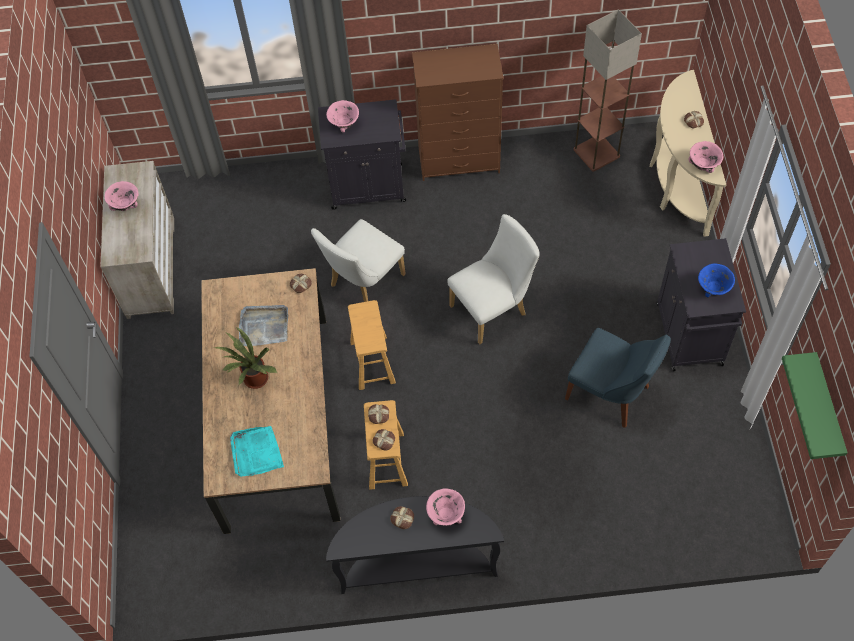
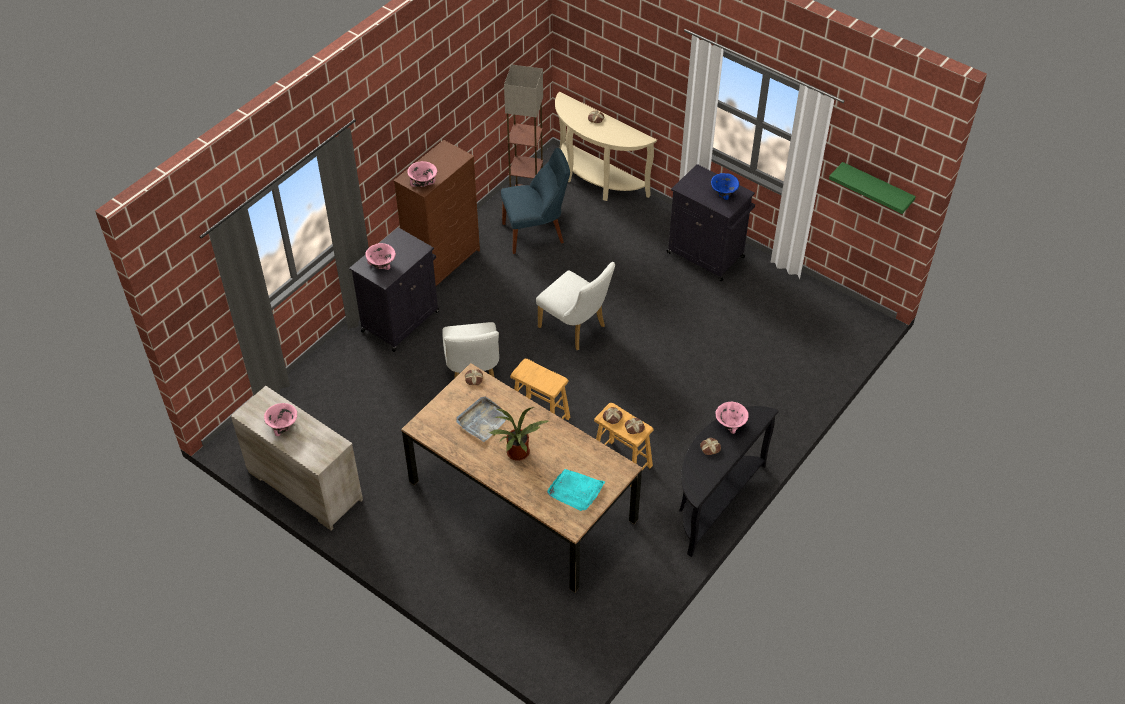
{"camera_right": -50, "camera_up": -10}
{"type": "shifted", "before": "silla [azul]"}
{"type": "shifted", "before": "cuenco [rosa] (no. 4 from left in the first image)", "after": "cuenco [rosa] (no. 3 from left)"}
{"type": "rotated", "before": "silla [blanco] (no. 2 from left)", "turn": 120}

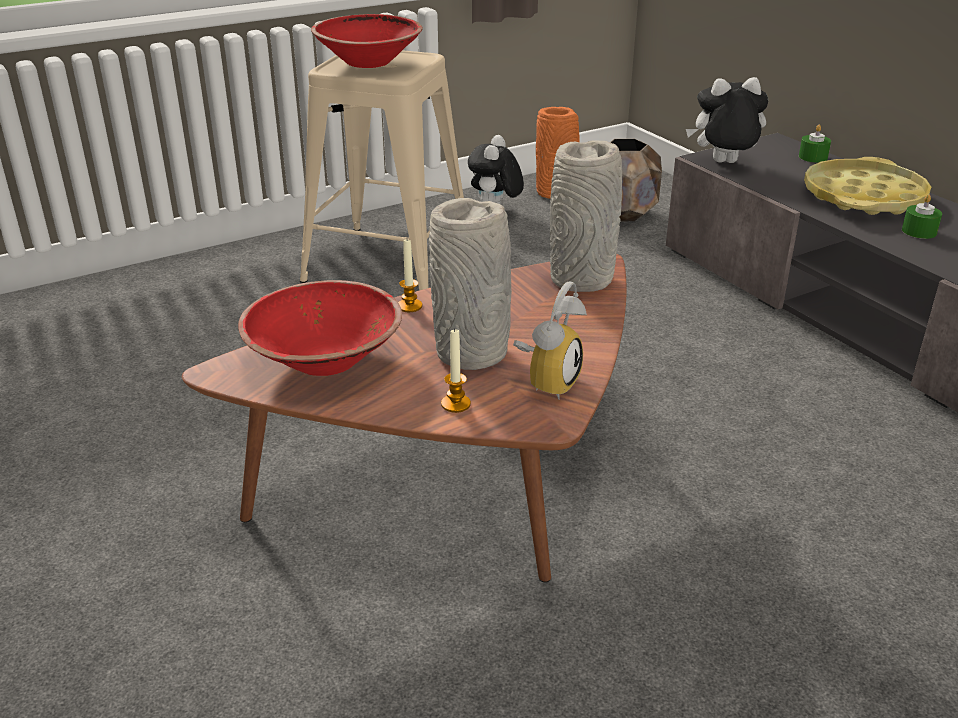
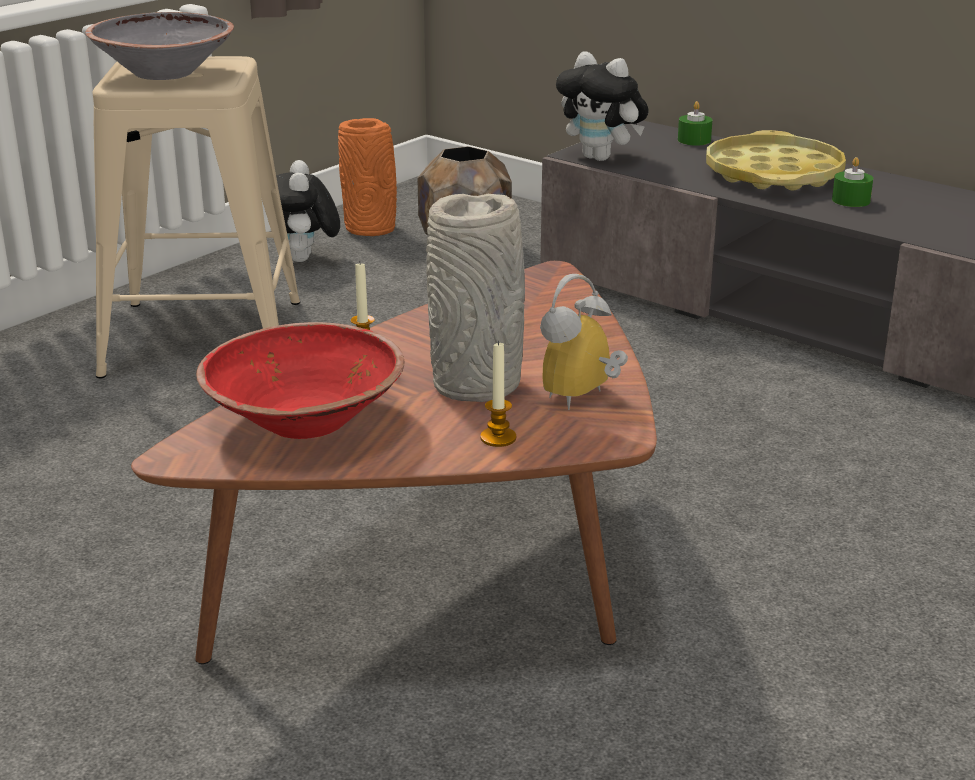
{"camera_right": -20, "camera_up": -5}
{"type": "gone", "before": "florero [gris] (no. 2 from left)"}
{"type": "repainted", "before": "cuenco [rojo] (no. 2 from left)", "after": "cuenco [gris]"}
{"type": "rotated", "before": "despertador", "turn": -150}
{"type": "rotated", "before": "peluche (no. 2 from left)", "turn": -120}

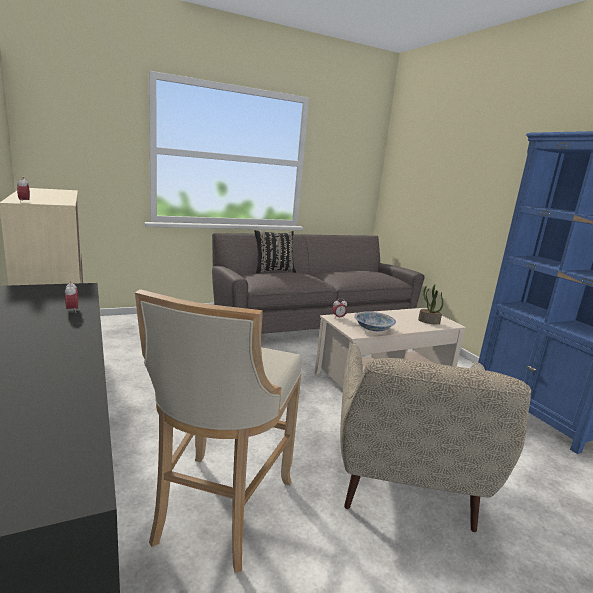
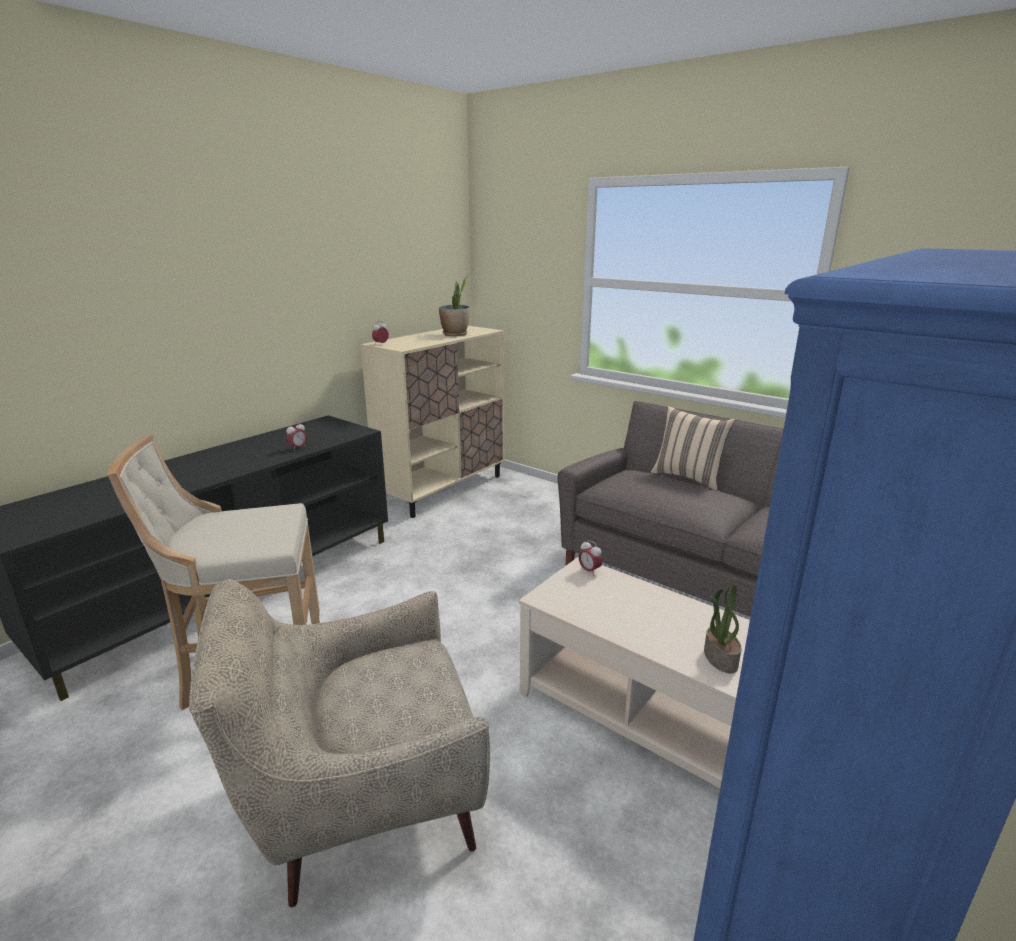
{"camera_right": 65, "camera_up": 5}
{"type": "gone", "before": "cuenco"}
{"type": "new", "after": "planta en maceta (no. 1 from left)"}
{"type": "repainted", "before": "cojín [negro]", "after": "cojín [beis]"}

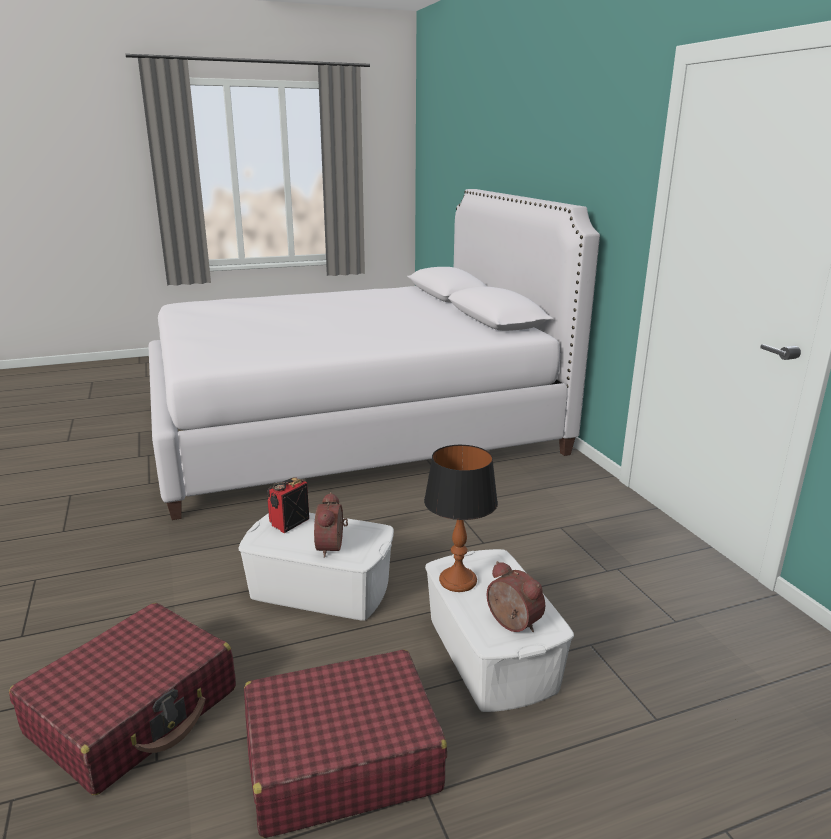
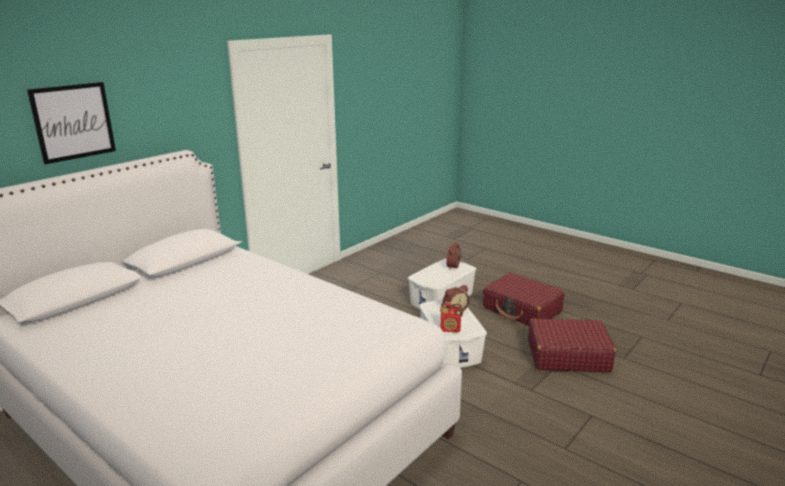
{"camera_right": -120, "camera_up": 0}
{"type": "gone", "before": "lámpara de mesa"}
{"type": "new", "after": "cuadro"}

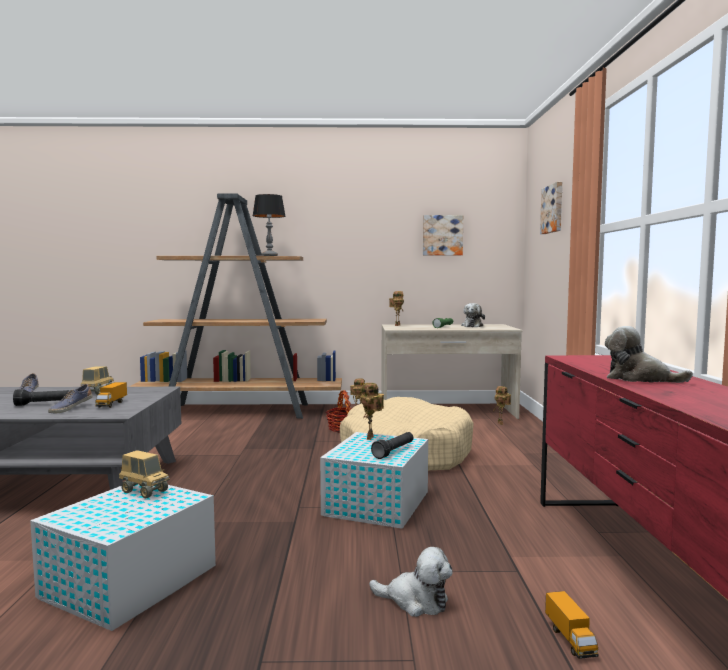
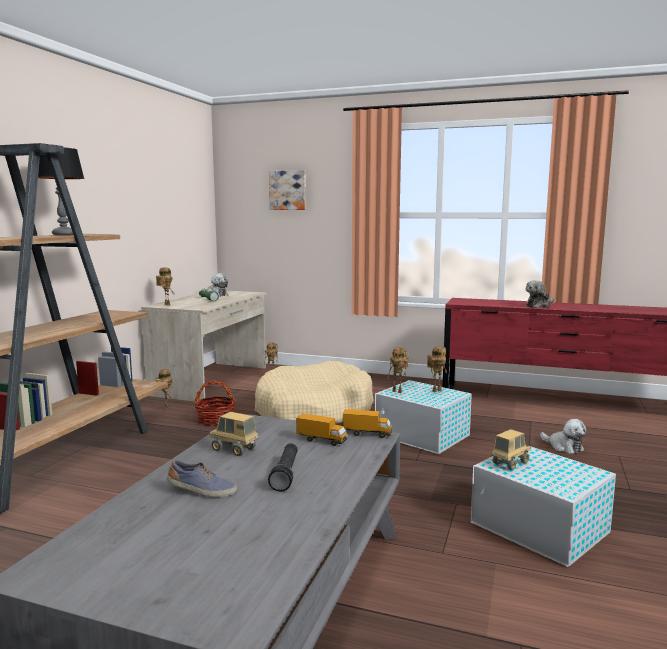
{"camera_right": -70, "camera_up": 5}
{"type": "gone", "before": "zapato (no. 2 from left)"}
{"type": "gone", "before": "cuadro (no. 1 from left)"}
{"type": "shifted", "before": "camión de juguete (no. 4 from left in the first image)", "after": "camión de juguete (no. 3 from left)"}
{"type": "swapped", "before": "linterna [negro] (no. 2 from left)", "after": "robot de juguete (no. 5 from left)"}
{"type": "rotated", "before": "peluche (no. 1 from left in the first image)", "turn": 105}

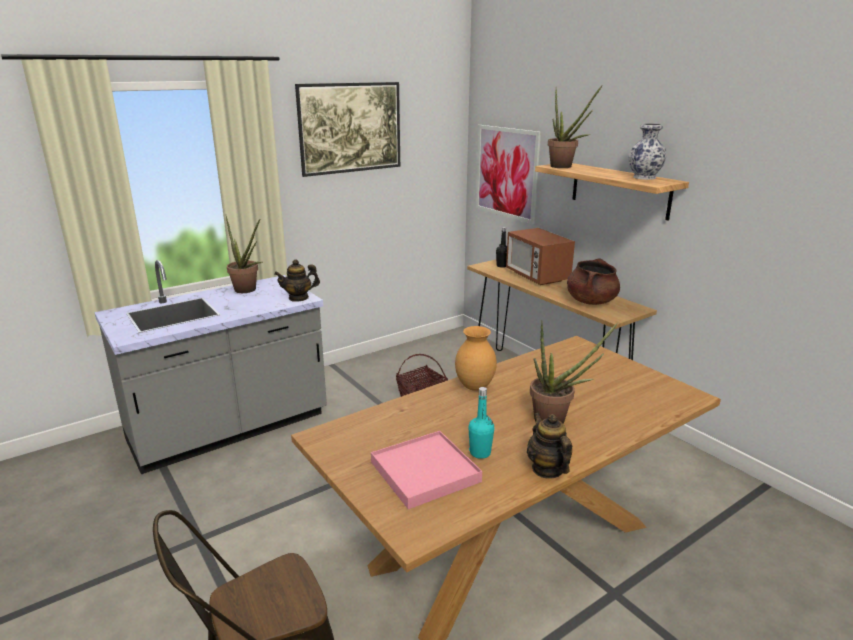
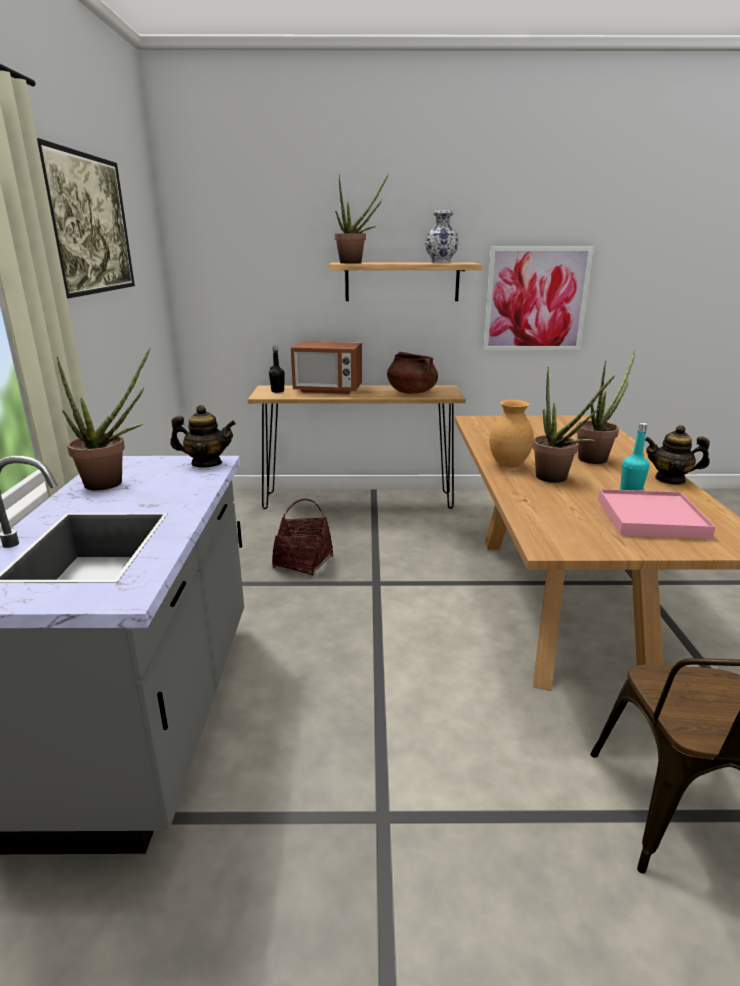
{"camera_right": -55, "camera_up": 0}
{"type": "new", "after": "planta en maceta (no. 3 from left)"}
{"type": "shifted", "before": "cuadro (no. 2 from left)"}
{"type": "rotated", "before": "tetera (no. 1 from left)", "turn": -105}

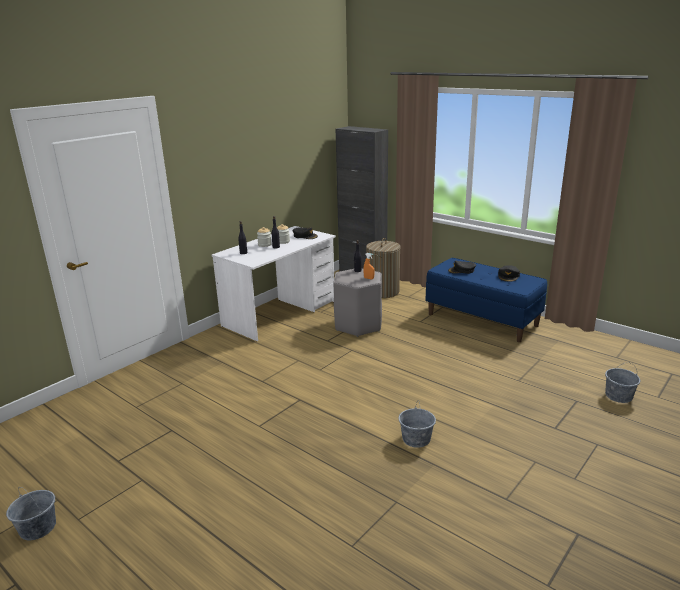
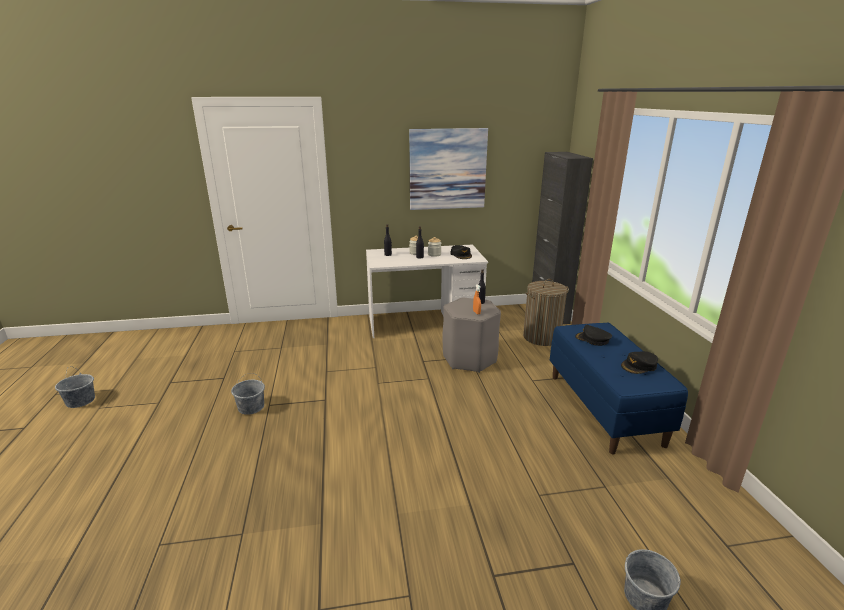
{"camera_right": 40, "camera_up": 0}
{"type": "new", "after": "cuadro"}
{"type": "shifted", "before": "cubo [gris] (no. 2 from left)"}

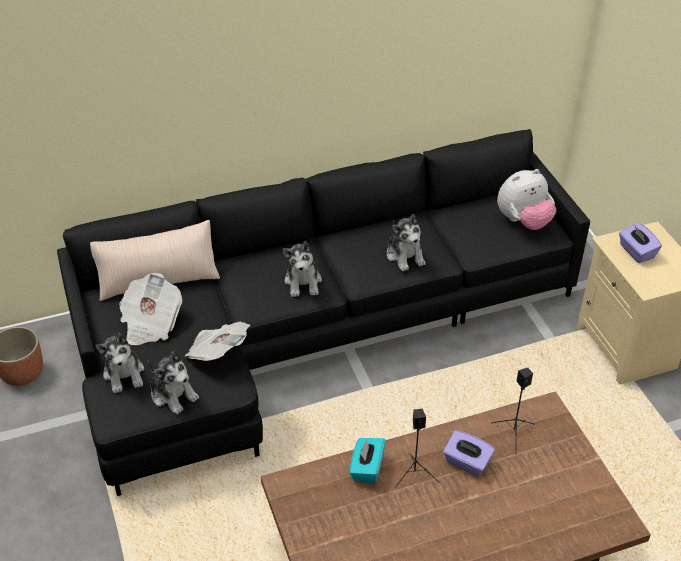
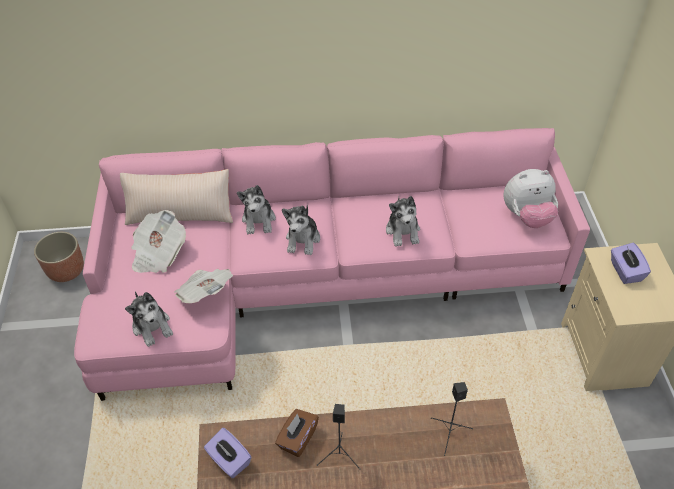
{"camera_right": 15, "camera_up": 5}
{"type": "shifted", "before": "peluche (no. 1 from left in the first image)", "after": "peluche (no. 2 from left)"}
{"type": "shifted", "before": "caja de pañuelos [morado] (no. 1 from left)"}
{"type": "repainted", "before": "sofá [negro]", "after": "sofá [rosa]"}
{"type": "repainted", "before": "caja de pañuelos [turquesa]", "after": "caja de pañuelos [marrón]"}

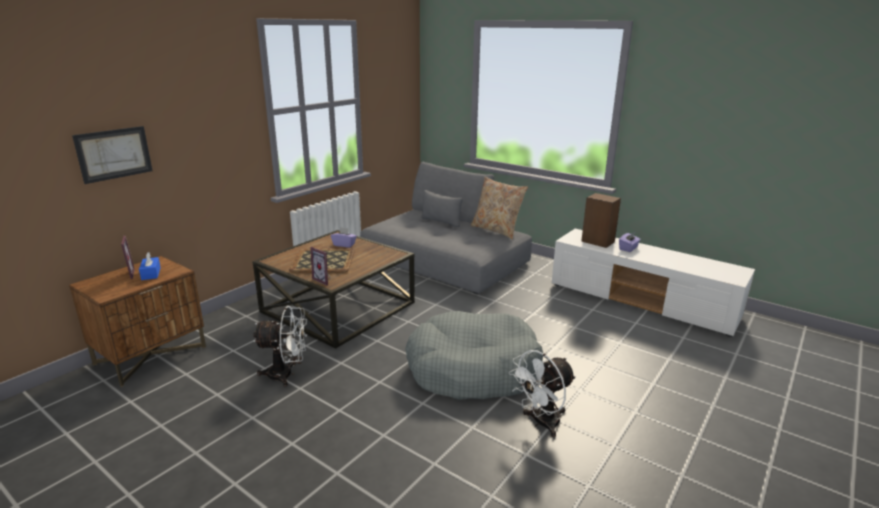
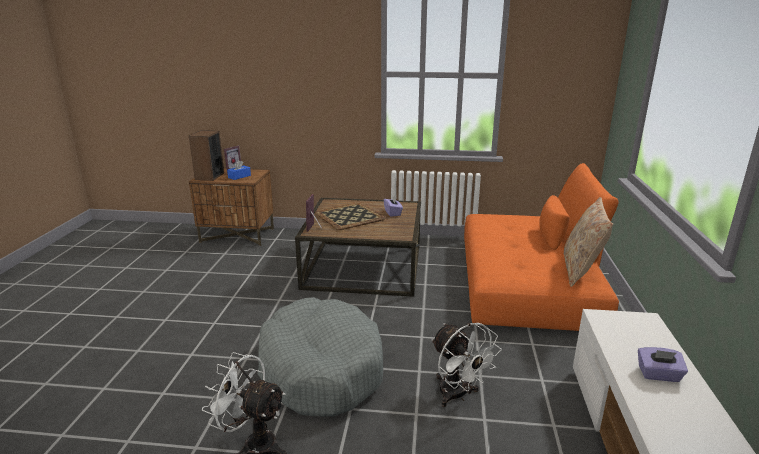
{"camera_right": 60, "camera_up": 0}
{"type": "gone", "before": "cuadro"}
{"type": "shifted", "before": "ventilador [blanco] (no. 1 from left in the first image)", "after": "ventilador [blanco] (no. 2 from left)"}
{"type": "shifted", "before": "altavoz"}
{"type": "repainted", "before": "sofá [gris]", "after": "sofá [naranja]"}

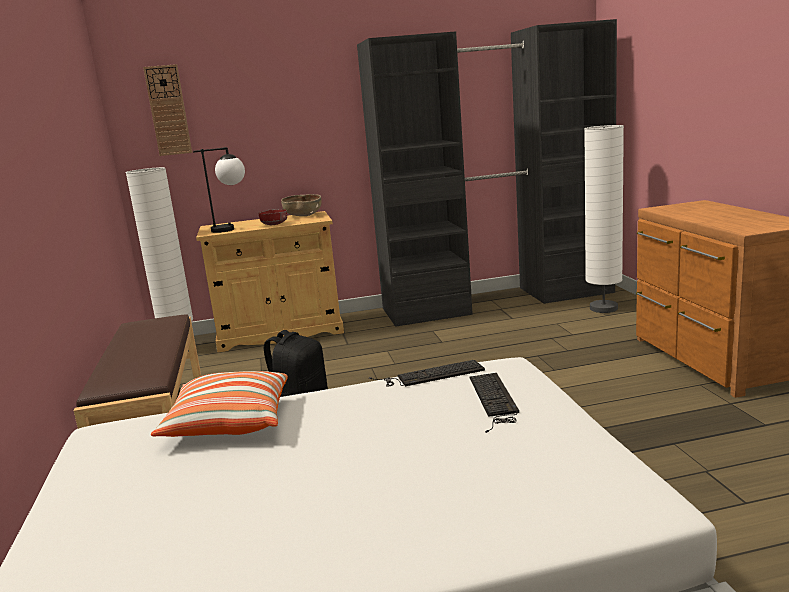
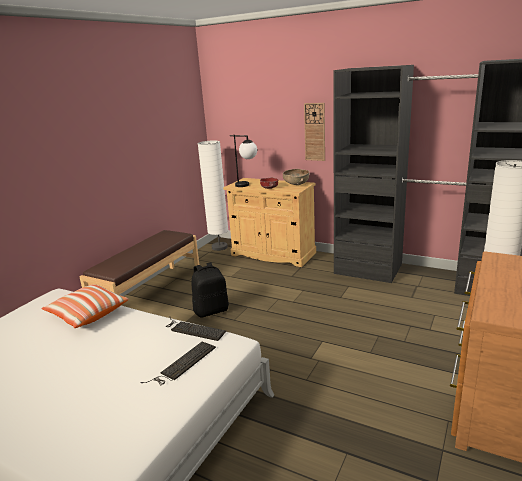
{"camera_right": 40, "camera_up": 5}
{"type": "shifted", "before": "reloj de pared"}

